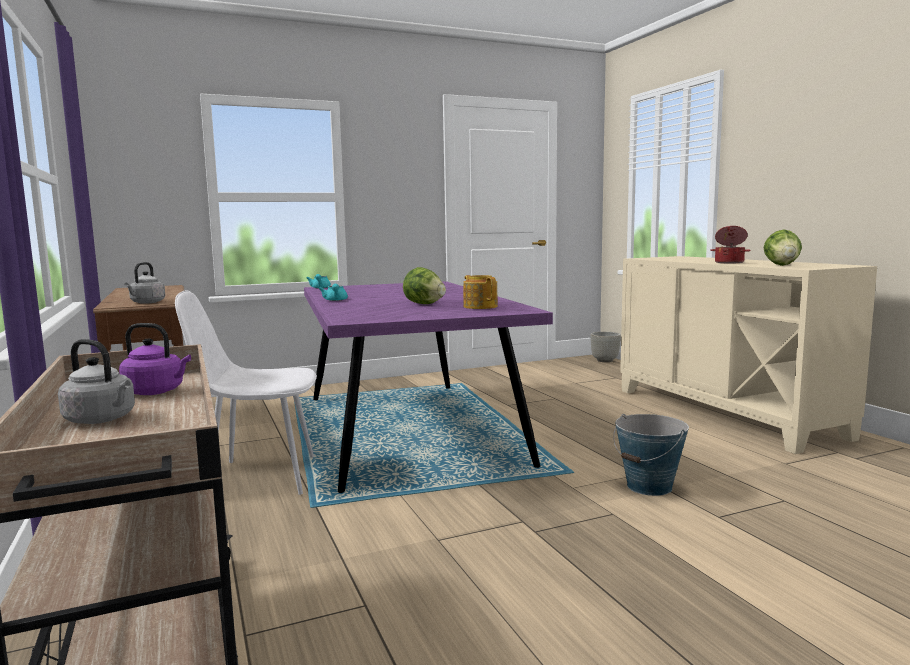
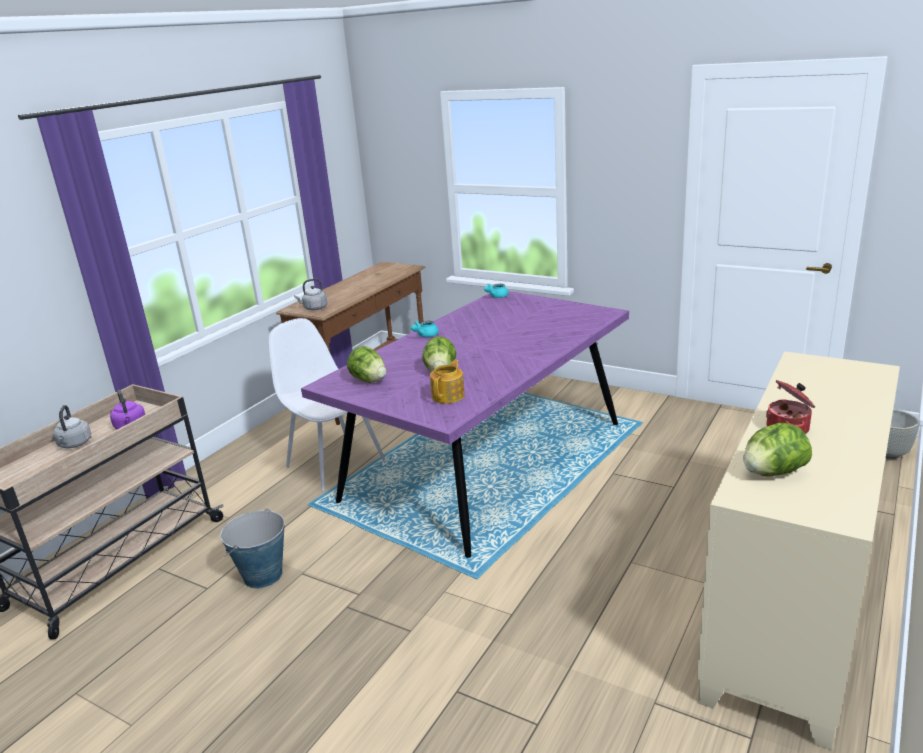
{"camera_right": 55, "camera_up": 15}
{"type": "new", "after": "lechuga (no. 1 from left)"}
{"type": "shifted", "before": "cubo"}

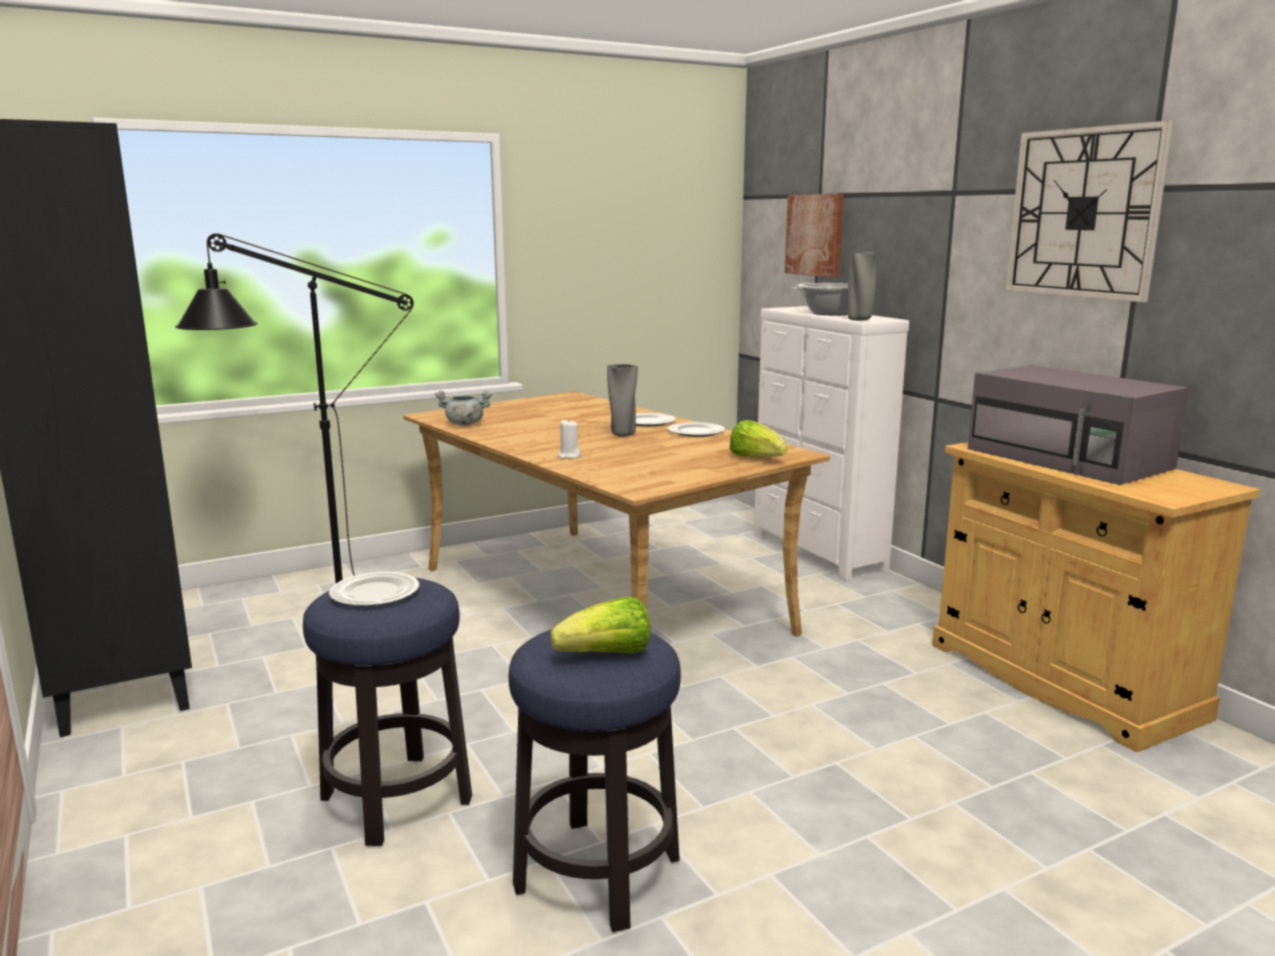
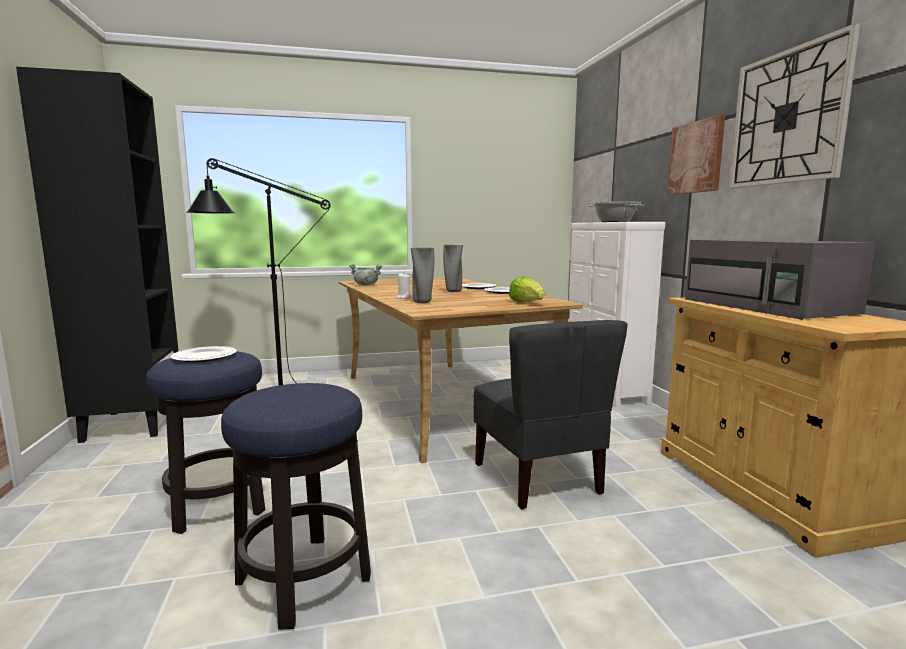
{"camera_right": 15, "camera_up": -5}
{"type": "gone", "before": "lechuga (no. 1 from left)"}
{"type": "new", "after": "silla [gris]"}
{"type": "shifted", "before": "cuadro"}
{"type": "shifted", "before": "florero [gris] (no. 2 from left in the first image)", "after": "florero [gris] (no. 1 from left)"}

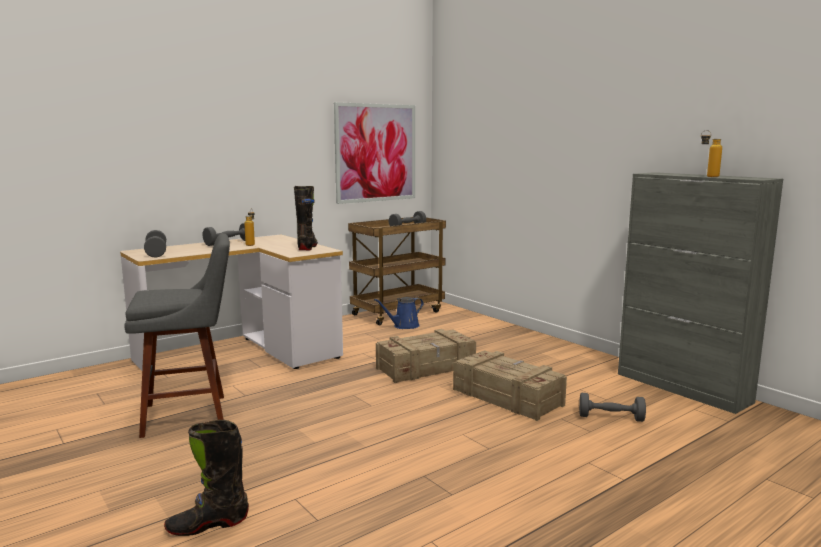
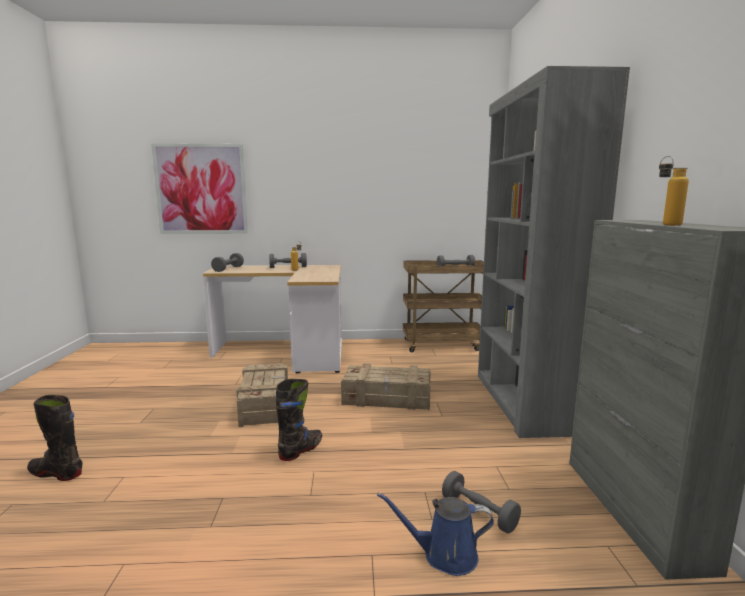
{"camera_right": 35, "camera_up": 0}
{"type": "gone", "before": "taburete [gris]"}
{"type": "new", "after": "estantería [gris]"}
{"type": "shifted", "before": "bota [negro] (no. 2 from left)"}
{"type": "shifted", "before": "cuadro"}
{"type": "shifted", "before": "regadera [azul]"}
{"type": "shifted", "before": "caja de embalaje (no. 2 from left in the first image)", "after": "caja de embalaje (no. 1 from left)"}

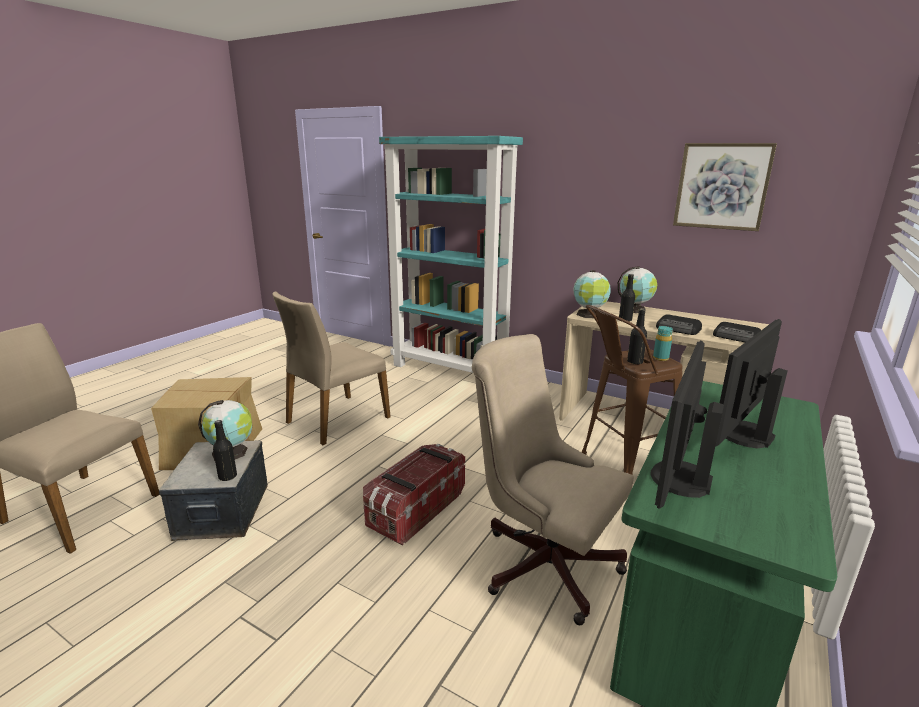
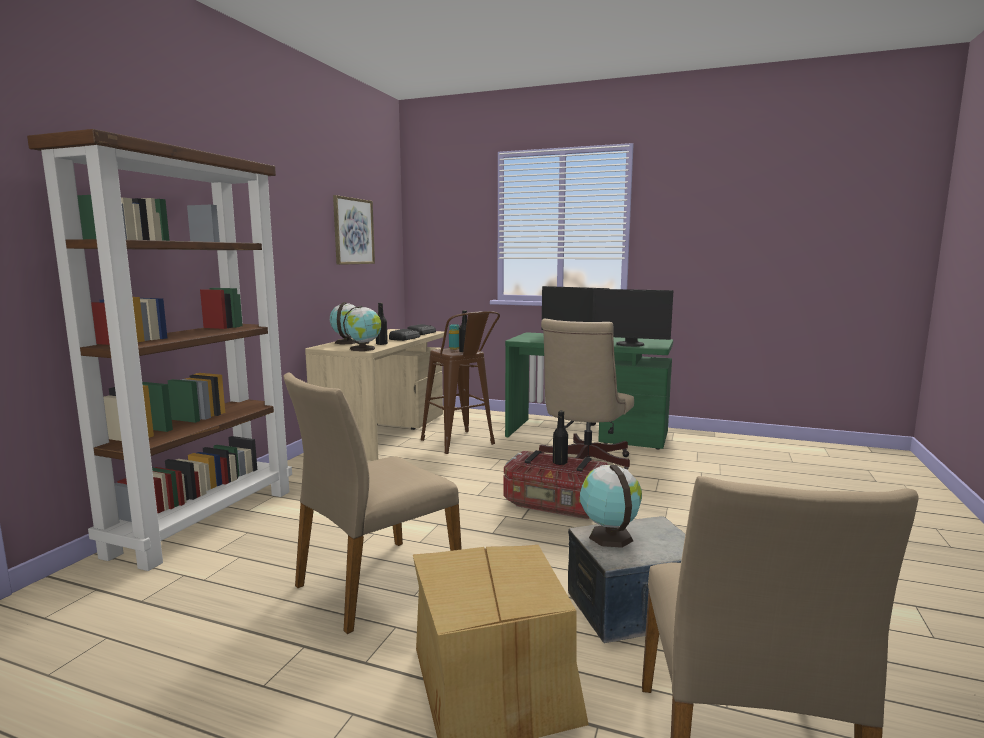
{"camera_right": -100, "camera_up": -10}
{"type": "shifted", "before": "botella [negro] (no. 1 from left in the first image)", "after": "botella [negro] (no. 3 from left)"}
{"type": "repainted", "before": "estantería [turquesa]", "after": "estantería [marrón]"}
{"type": "rotated", "before": "silla [beis] (no. 2 from left in the first image)", "turn": 105}

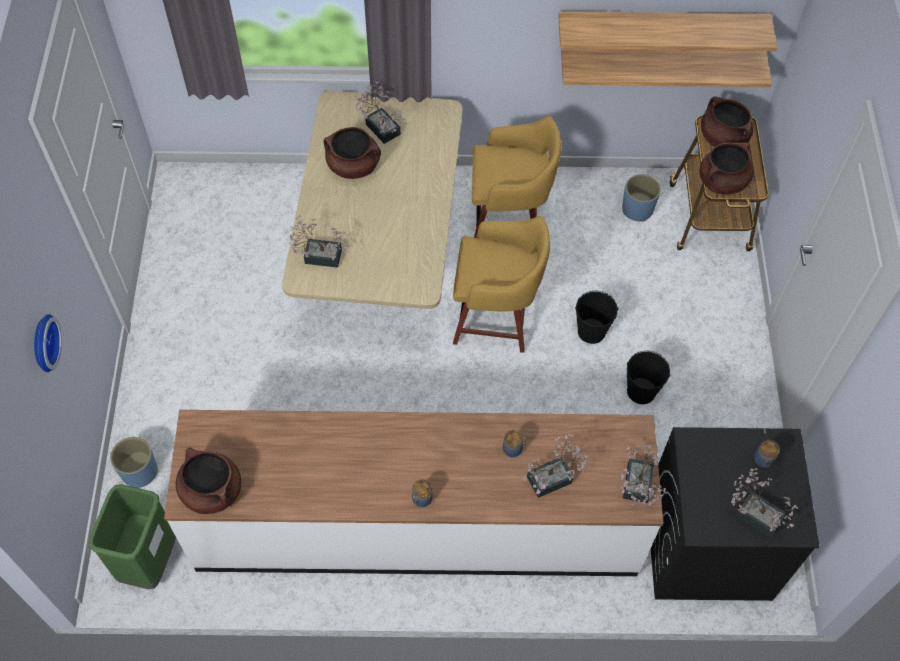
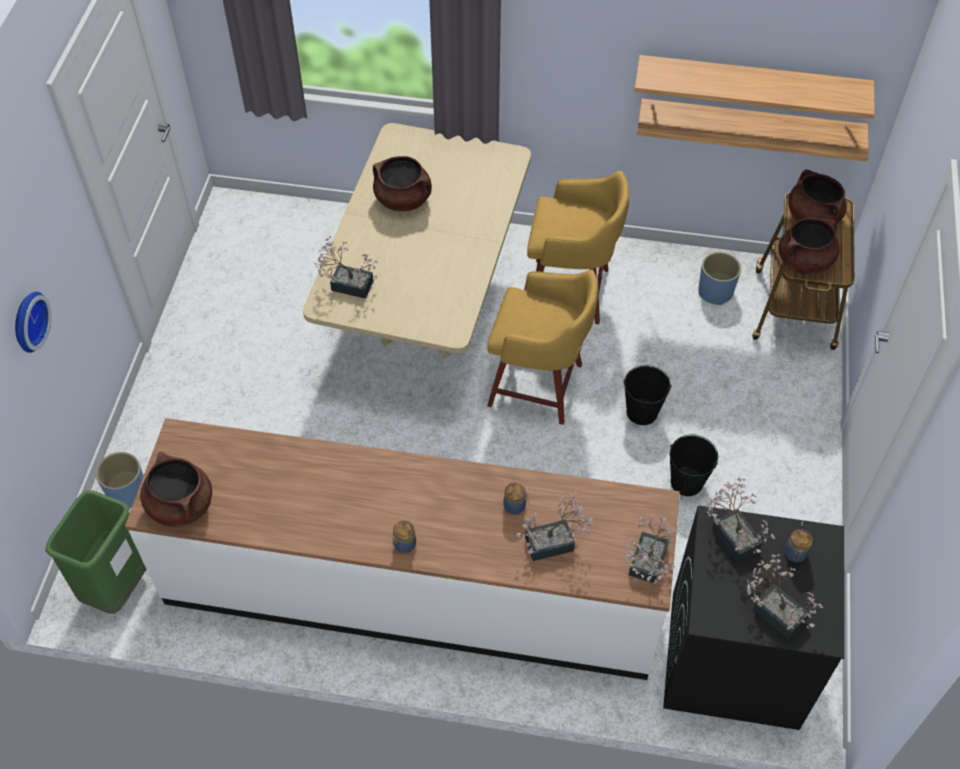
{"camera_right": 10, "camera_up": -5}
{"type": "shifted", "before": "planta en maceta (no. 2 from left in the first image)", "after": "planta en maceta (no. 4 from left)"}

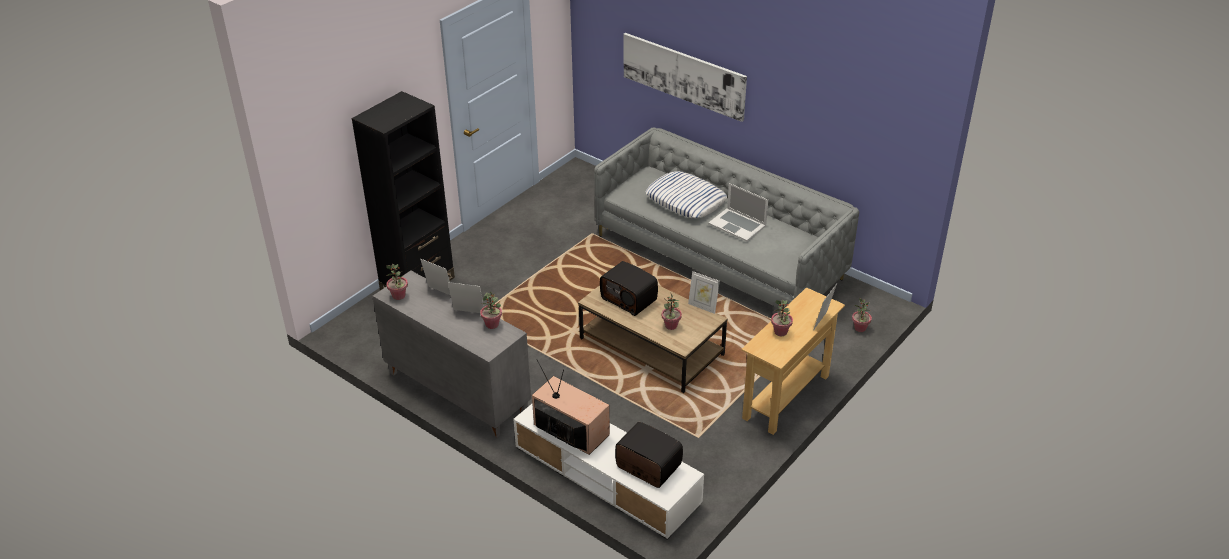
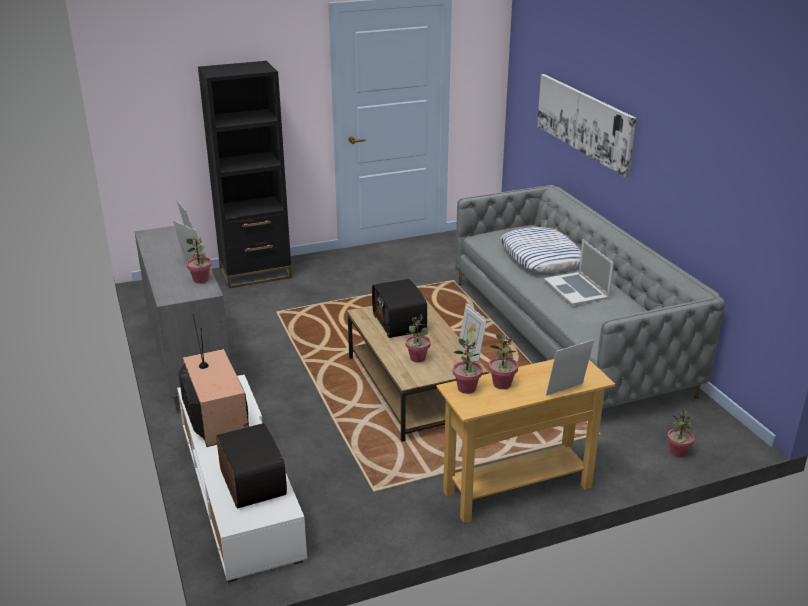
{"camera_right": 30, "camera_up": -10}
{"type": "shifted", "before": "planta en maceta (no. 1 from left in the first image)", "after": "planta en maceta (no. 3 from left)"}

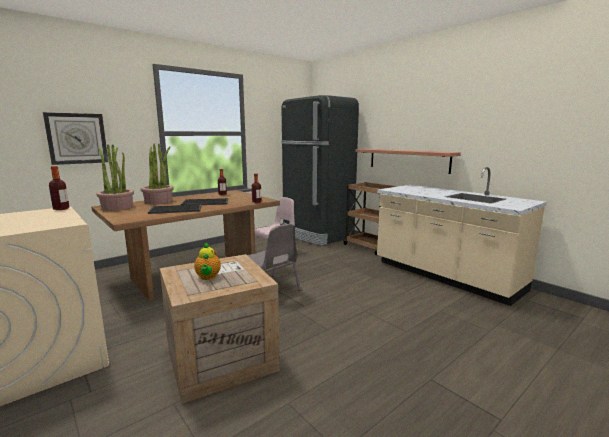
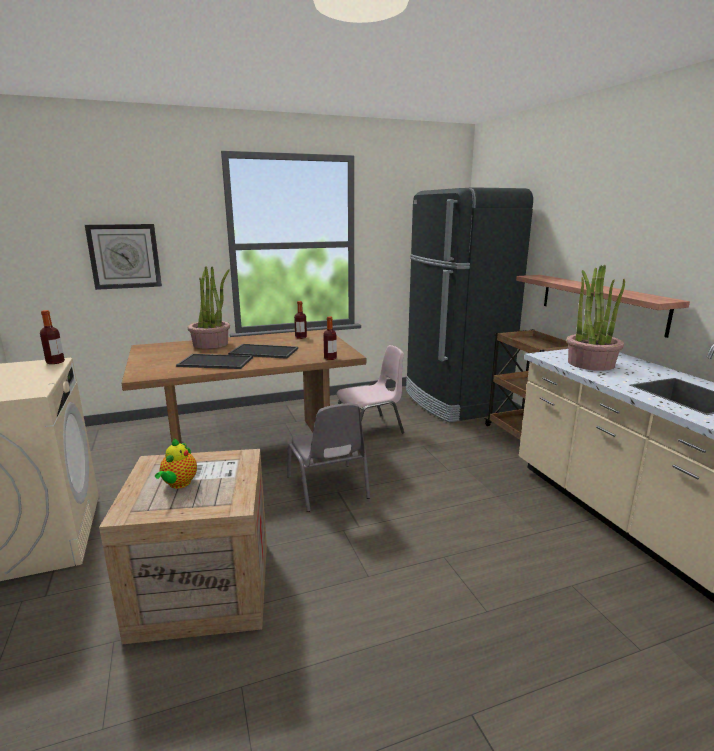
{"camera_right": 20, "camera_up": 5}
{"type": "shifted", "before": "planta en maceta (no. 1 from left in the first image)", "after": "planta en maceta (no. 2 from left)"}

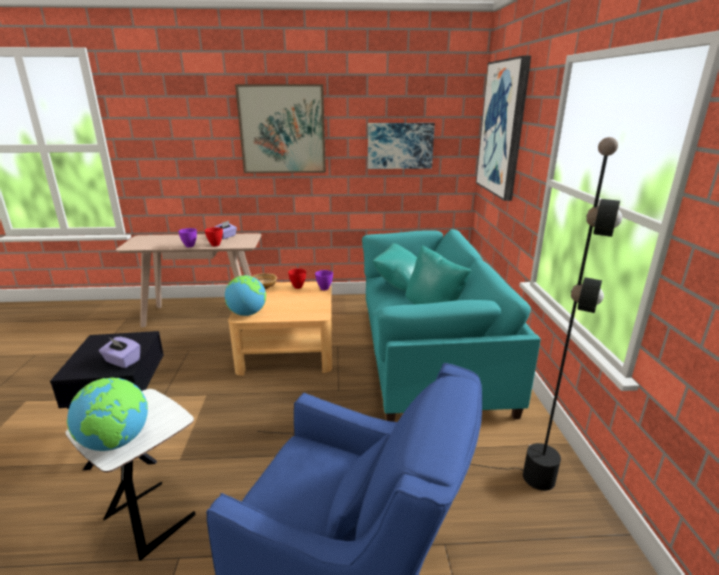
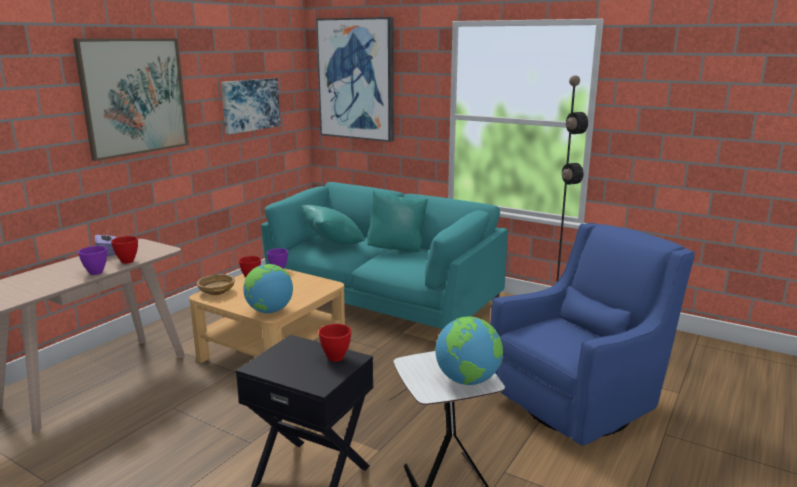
{"camera_right": -55, "camera_up": -5}
{"type": "swapped", "before": "caja de pañuelos [morado] (no. 1 from left)", "after": "cuenco [rojo] (no. 3 from left)"}

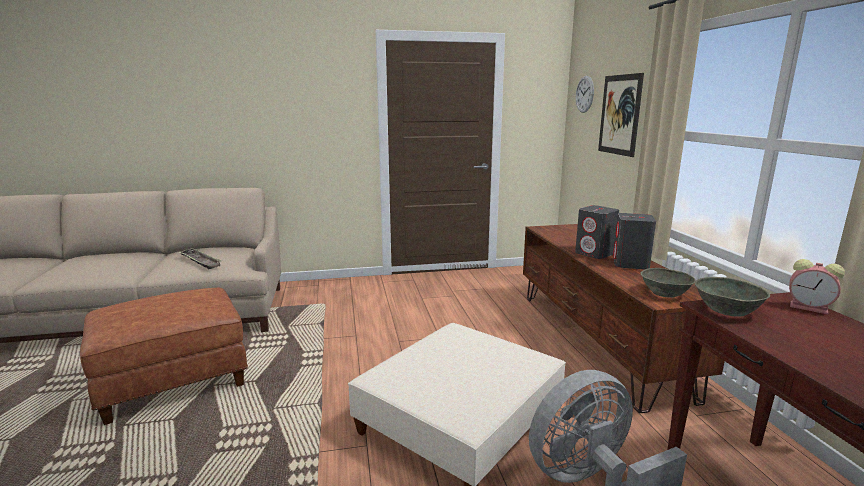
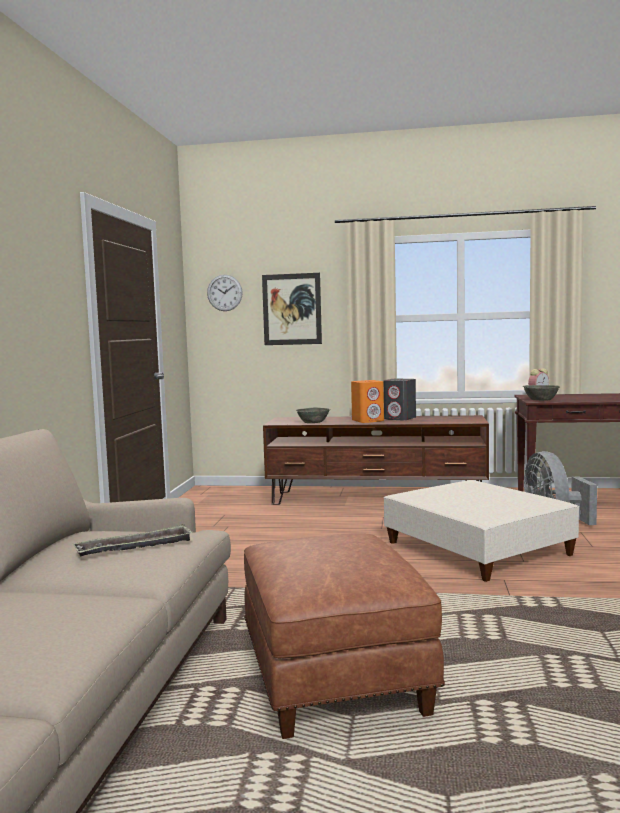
{"camera_right": -70, "camera_up": -10}
{"type": "shifted", "before": "cuenco [gris] (no. 1 from left)"}
{"type": "repainted", "before": "altavoz [gris] (no. 1 from left)", "after": "altavoz [naranja]"}

